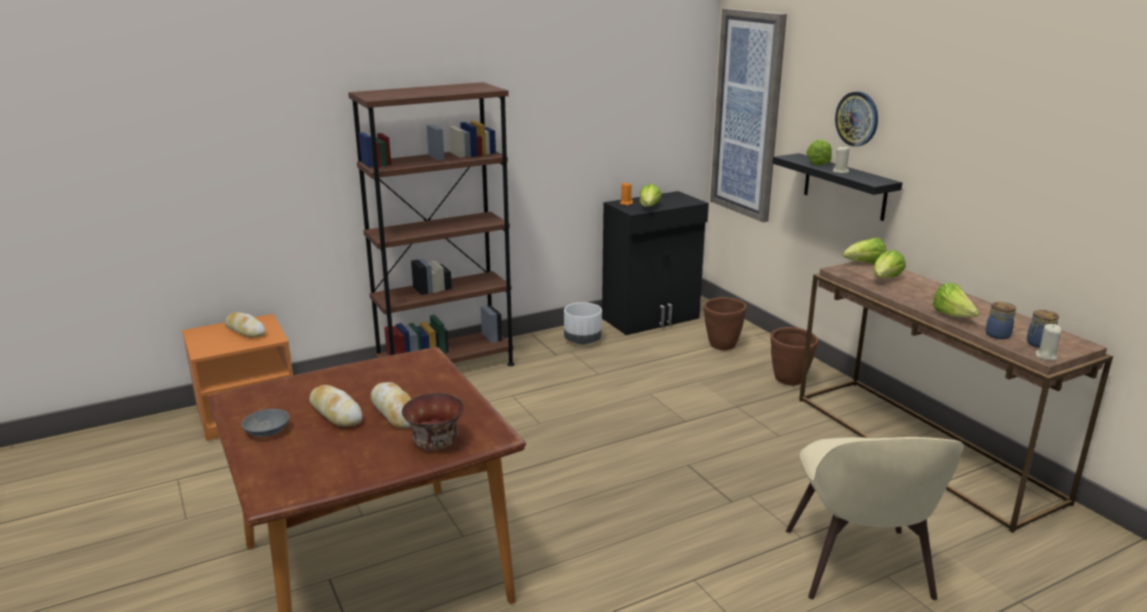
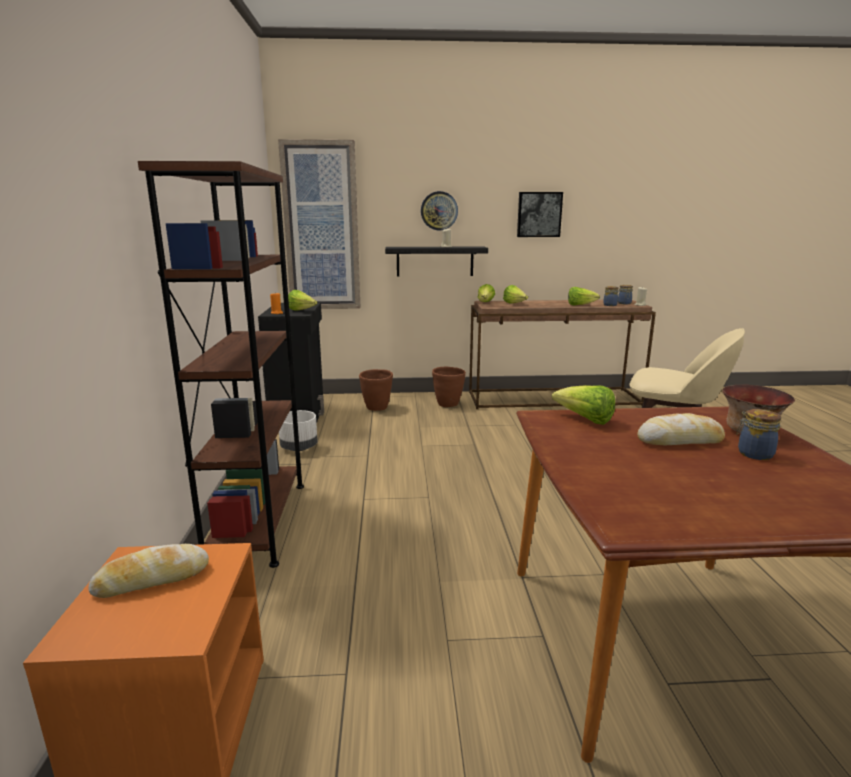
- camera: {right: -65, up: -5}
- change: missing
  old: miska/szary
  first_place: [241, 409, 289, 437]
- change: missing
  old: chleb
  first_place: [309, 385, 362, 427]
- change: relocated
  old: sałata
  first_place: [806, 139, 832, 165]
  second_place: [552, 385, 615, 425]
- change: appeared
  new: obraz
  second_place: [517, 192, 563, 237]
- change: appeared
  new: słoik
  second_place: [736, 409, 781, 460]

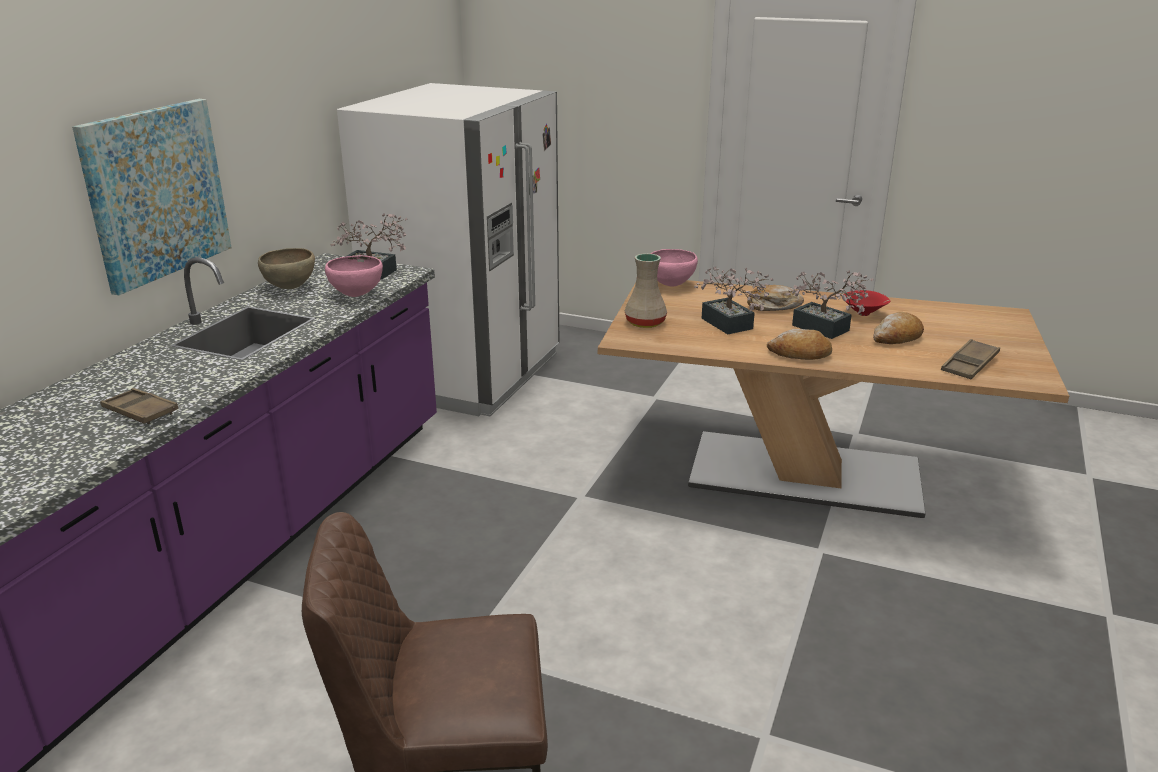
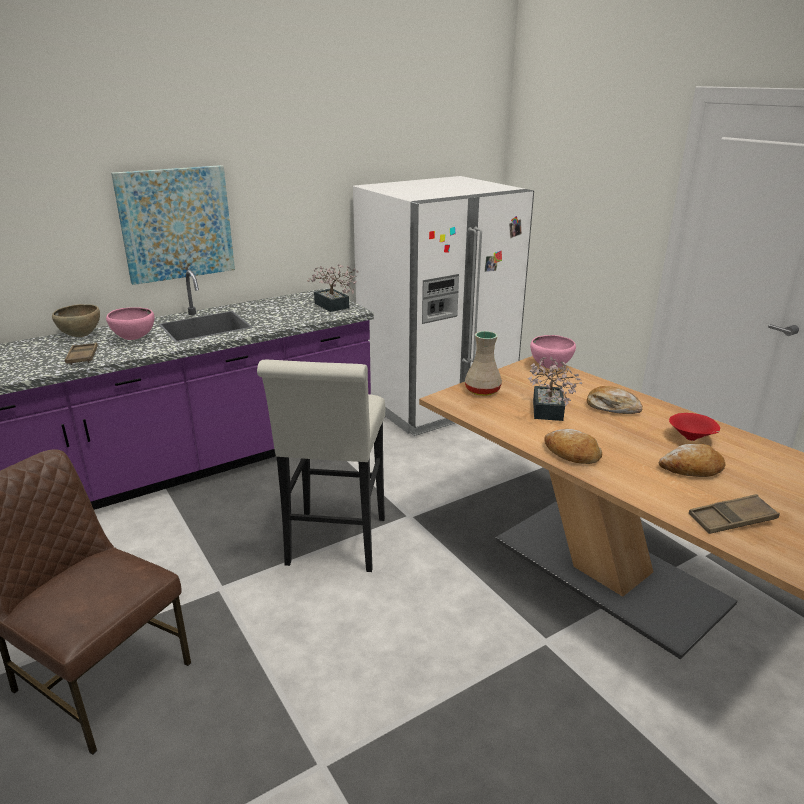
- camera: {right: 35, up: 0}
- change: relocated
  old: miska/brązowy
  first_place: [258, 248, 315, 289]
  second_place: [52, 304, 100, 337]
- change: relocated
  old: miska/różowy
  first_place: [325, 255, 383, 297]
  second_place: [106, 307, 155, 340]
- change: missing
  old: roślina doniczkowa
  first_place: [785, 270, 874, 339]
- change: appeared
  new: stołek/biały
  second_place: [257, 360, 385, 572]

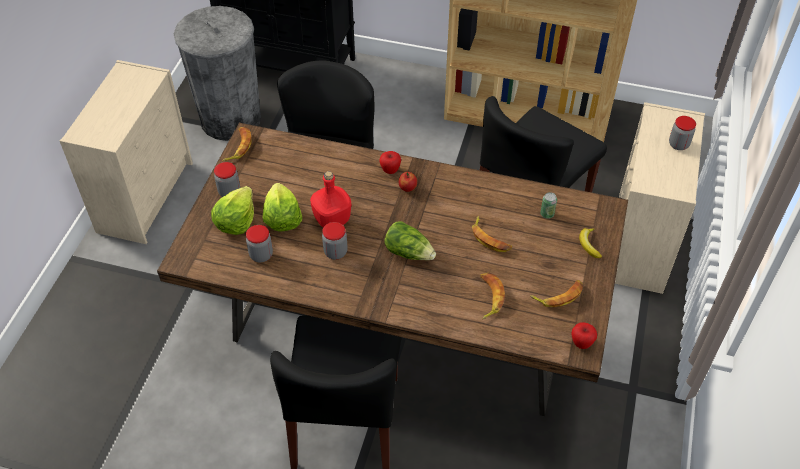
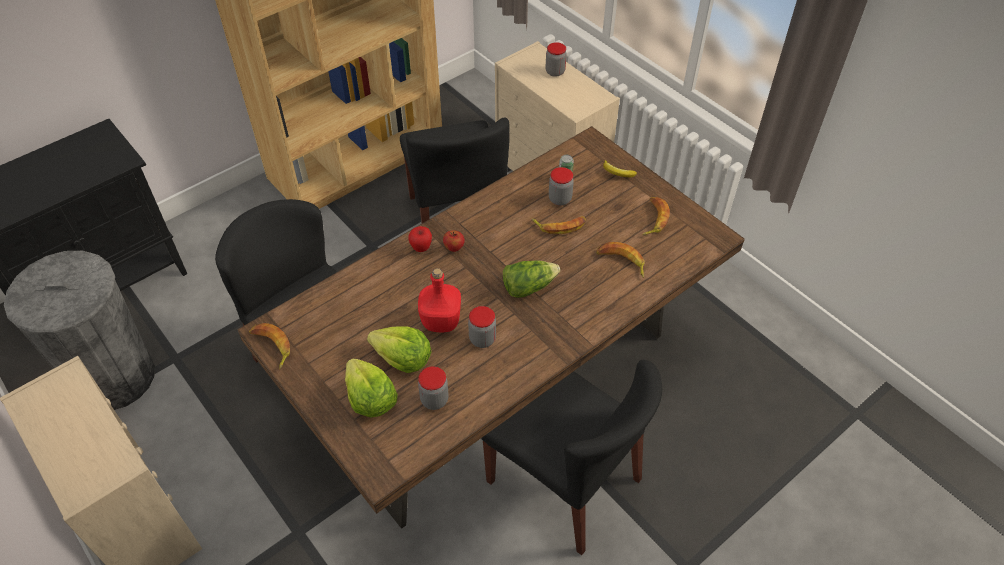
- camera: {right: -55, up: 0}
- change: relocated
  old: słoik
  first_place: [214, 162, 240, 197]
  second_place: [549, 167, 574, 206]
- change: missing
  old: jabłko
  first_place: [571, 322, 597, 349]

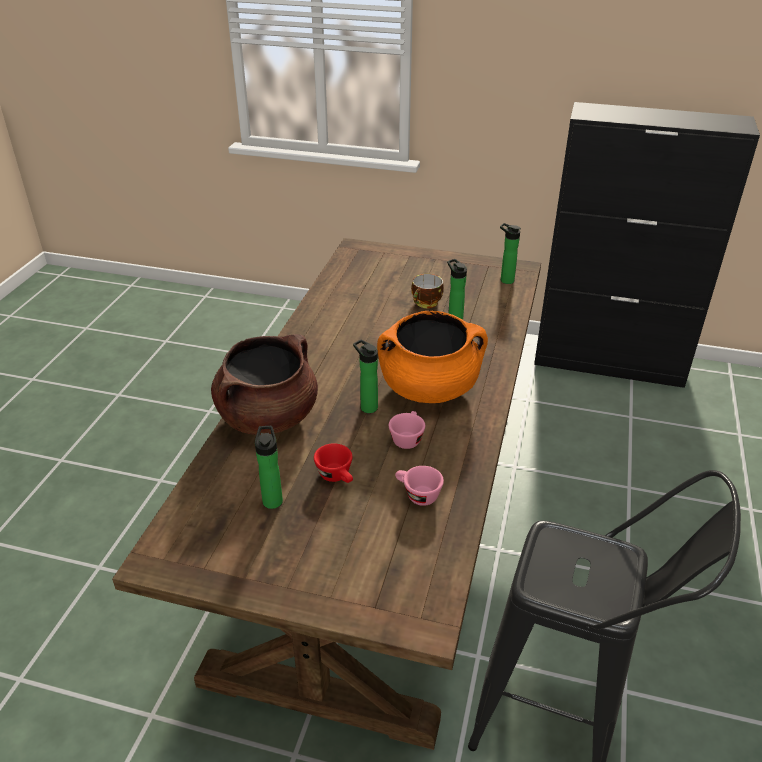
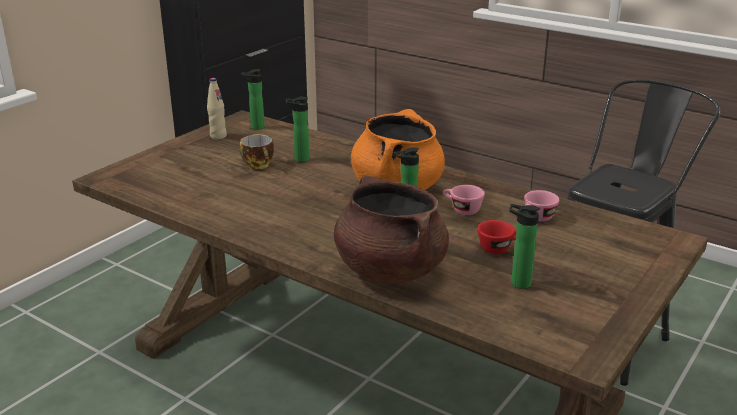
- camera: {right: -70, up: -10}
- change: appeared
  new: butelka/beżowy
  second_place: [207, 78, 227, 139]

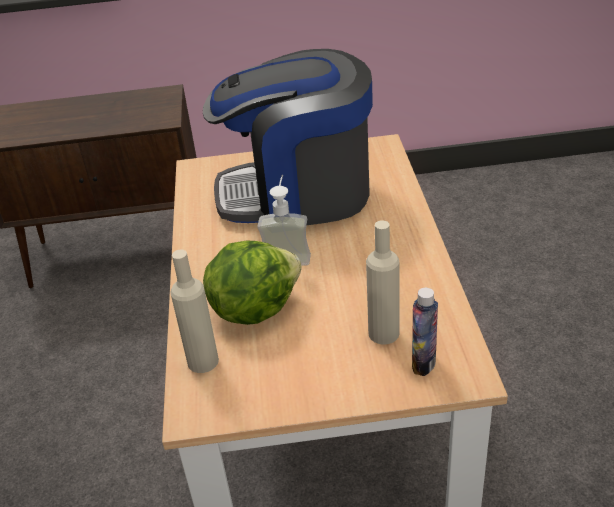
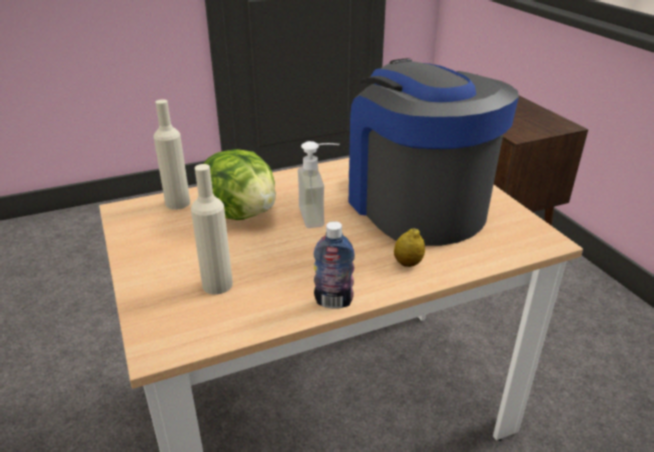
- camera: {right: 70, up: -5}
- change: relocated
  old: butelka
  first_place: [412, 288, 438, 376]
  second_place: [313, 221, 355, 309]
- change: appeared
  new: cytryna
  second_place: [394, 228, 425, 267]

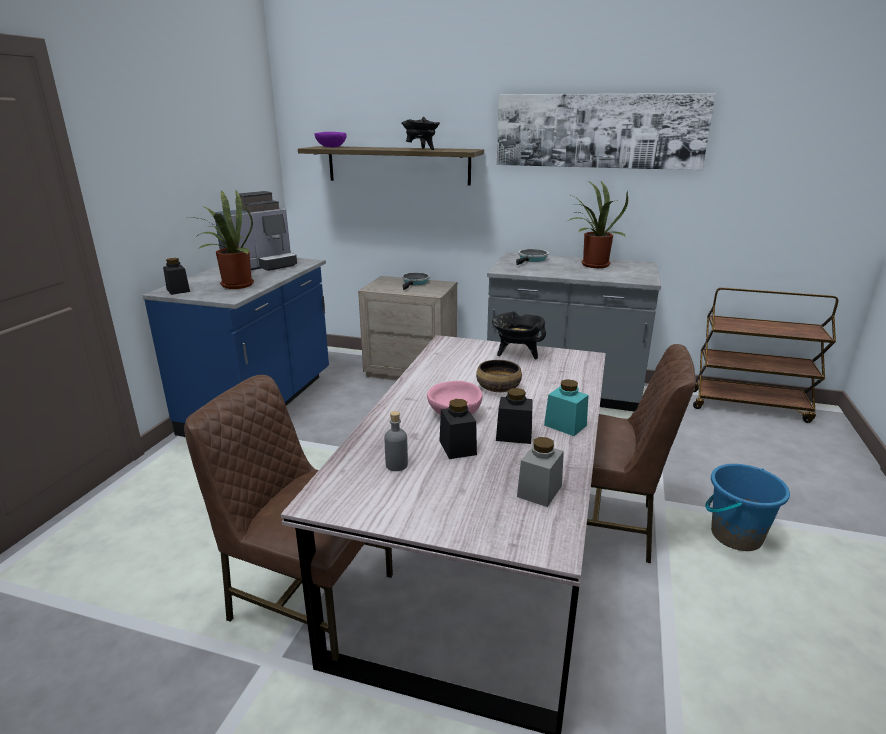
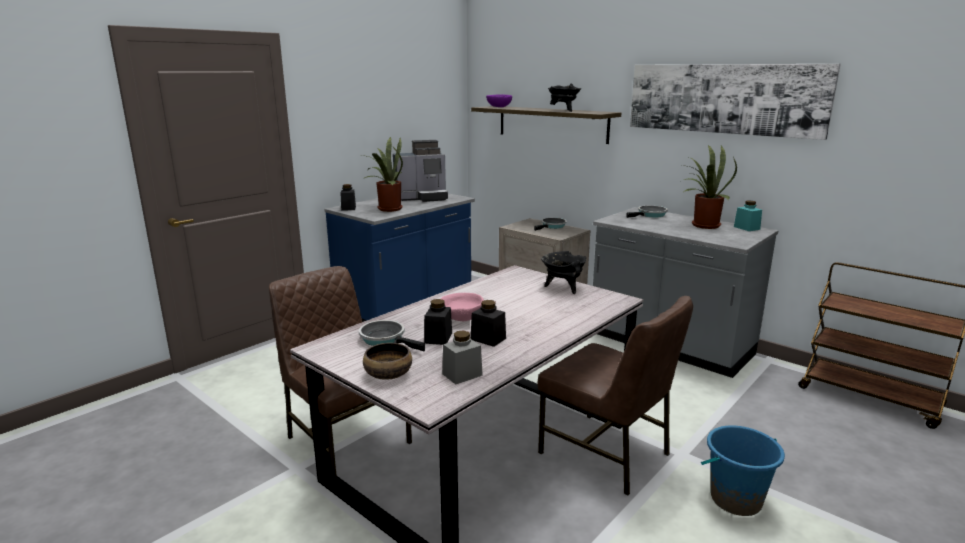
- camera: {right: 25, up: -5}
- change: exchanged
  old: butelka/szary
  new: patelnia
  first_place: [384, 411, 408, 471]
  second_place: [359, 320, 425, 351]
- change: relocated
  old: miska
  first_place: [476, 360, 522, 392]
  second_place: [363, 343, 412, 380]
- change: relocated
  old: słoik/turkusowy
  first_place: [544, 379, 589, 436]
  second_place: [734, 201, 762, 231]

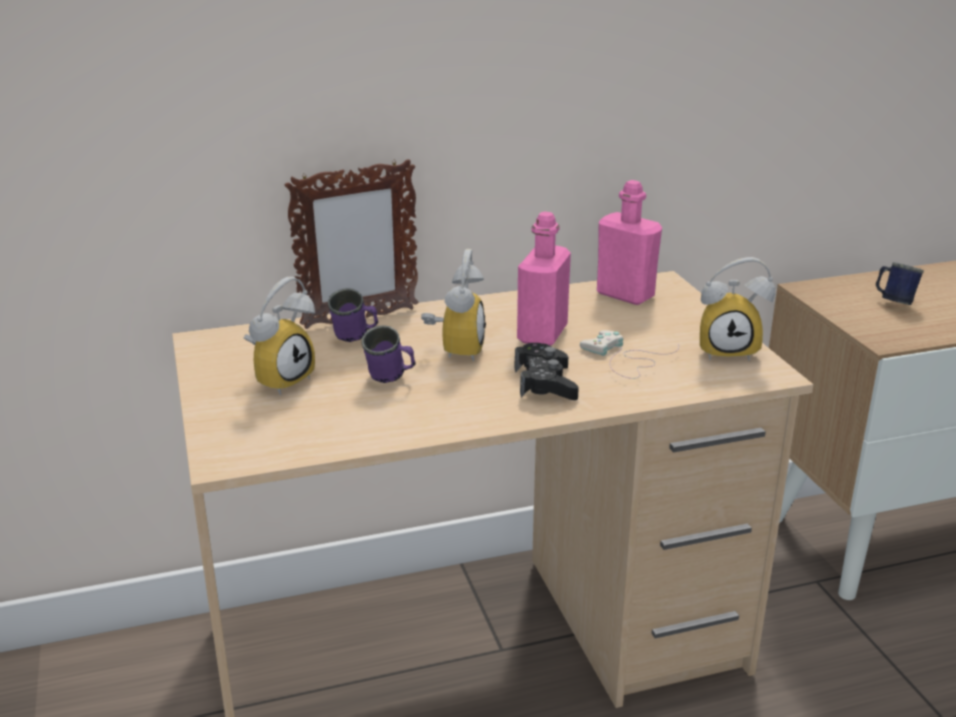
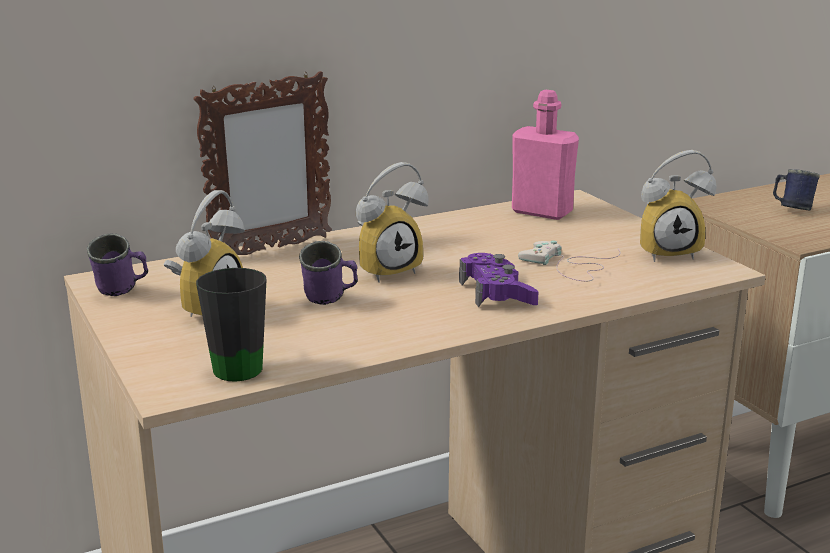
- camera: {right: -10, up: -5}
- change: relocated
  old: kubek/fioletowy
  first_place: [328, 288, 378, 342]
  second_place: [87, 234, 148, 296]
- change: spun
  old: budzik
  first_place: [421, 249, 486, 362]
  second_place: [356, 162, 429, 283]
  degrees: 60
- change: colour
  old: pad do gier/czarny
  new: pad do gier/fioletowy
  first_place: [515, 343, 579, 400]
  second_place: [459, 253, 538, 307]
- change: missing
  old: butelka/różowy
  first_place: [517, 211, 571, 346]
- change: appeared
  new: kubek/czarny
  second_place: [196, 268, 266, 382]

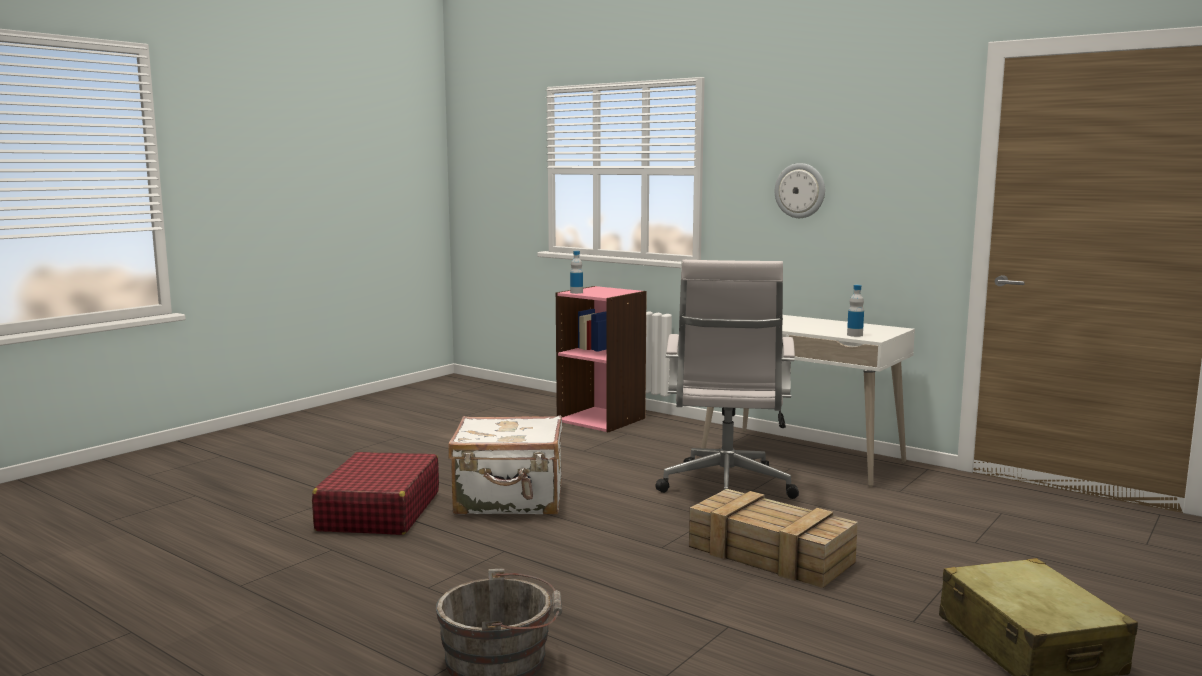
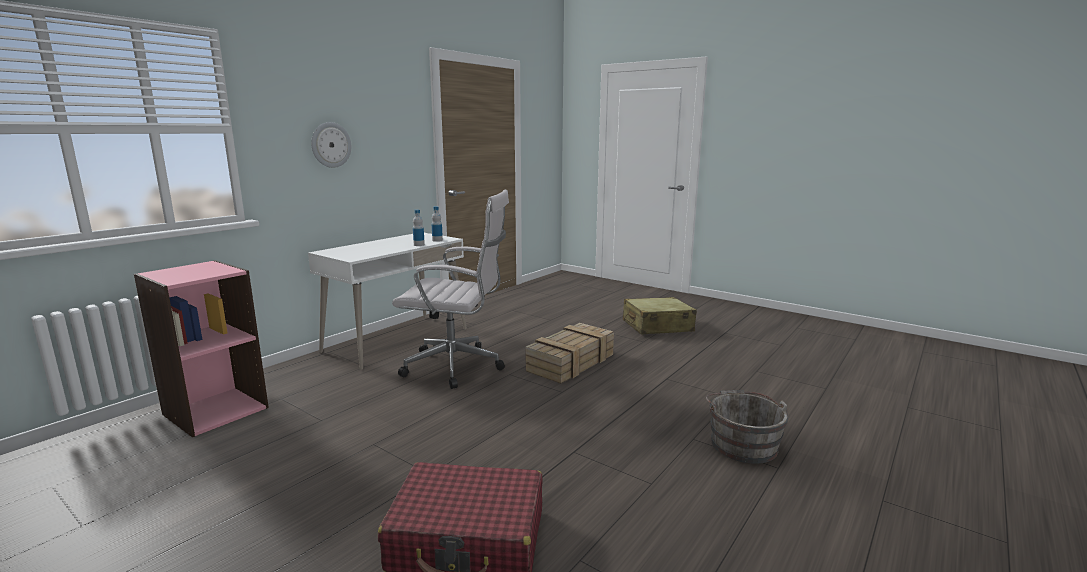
- camera: {right: -90, up: 5}
- change: missing
  old: walizka/biały
  first_place: [448, 415, 562, 515]
- change: relocated
  old: butelka
  first_place: [570, 251, 583, 294]
  second_place: [413, 210, 425, 246]

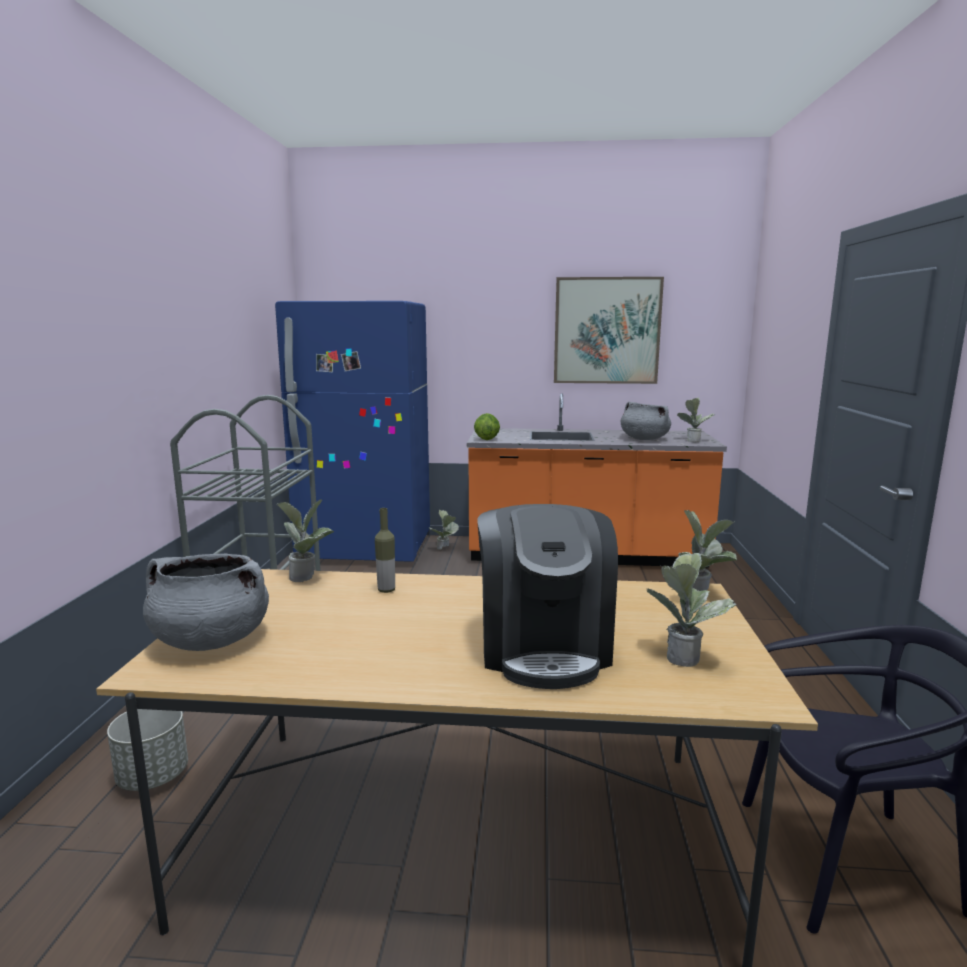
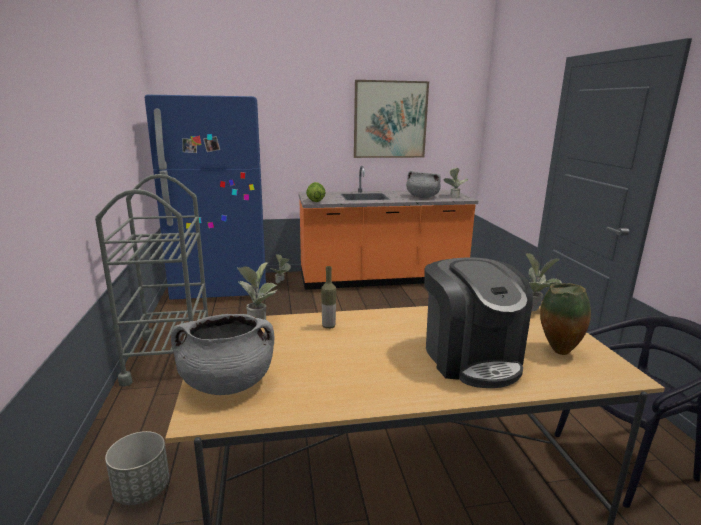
- camera: {right: -15, up: 5}
- change: exchanged
  old: roślina doniczkowa
  new: wazon
  first_place: [647, 553, 736, 667]
  second_place: [540, 283, 591, 355]

